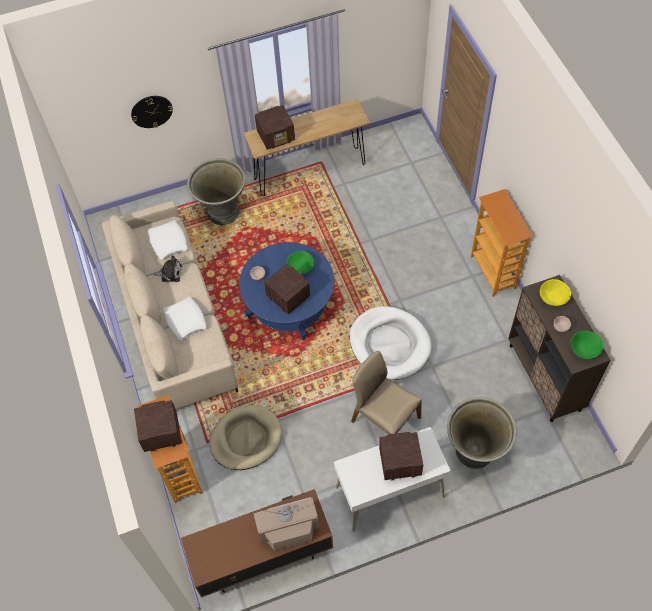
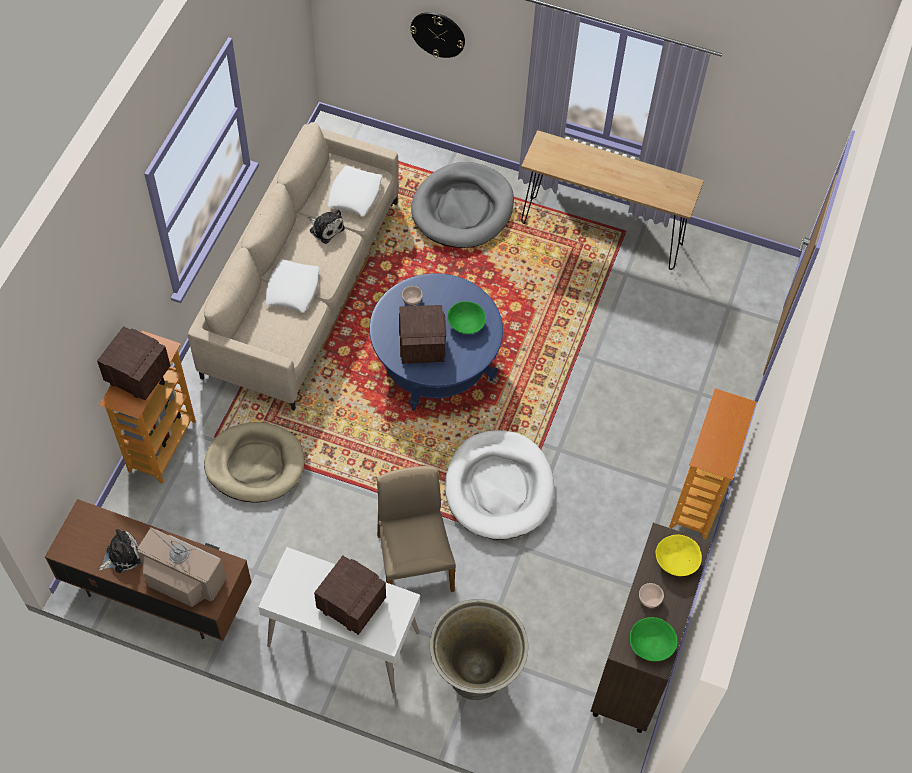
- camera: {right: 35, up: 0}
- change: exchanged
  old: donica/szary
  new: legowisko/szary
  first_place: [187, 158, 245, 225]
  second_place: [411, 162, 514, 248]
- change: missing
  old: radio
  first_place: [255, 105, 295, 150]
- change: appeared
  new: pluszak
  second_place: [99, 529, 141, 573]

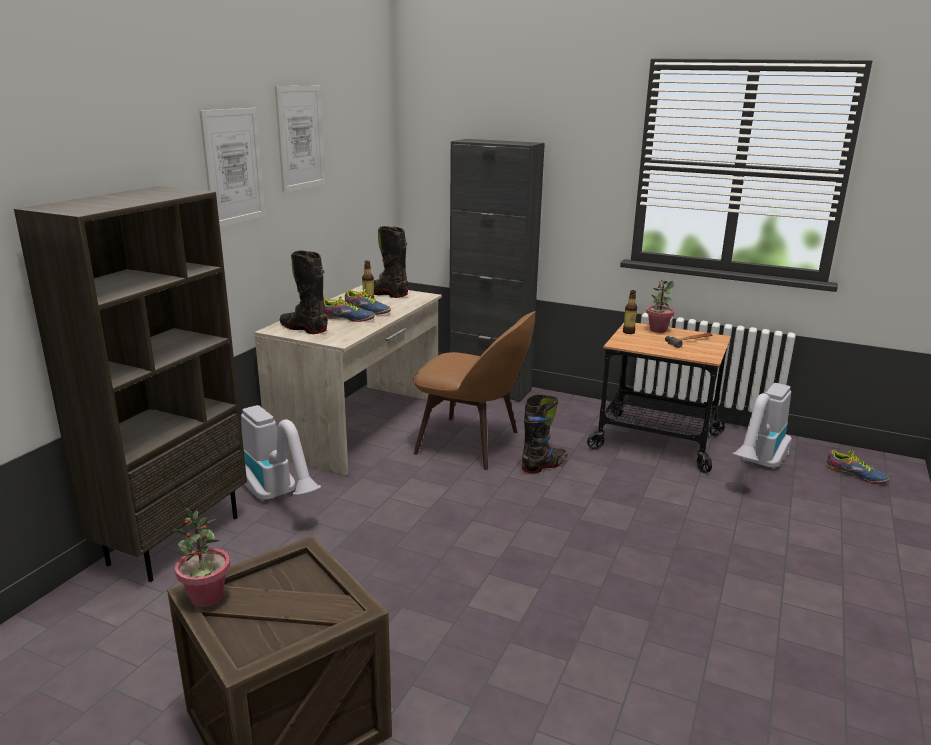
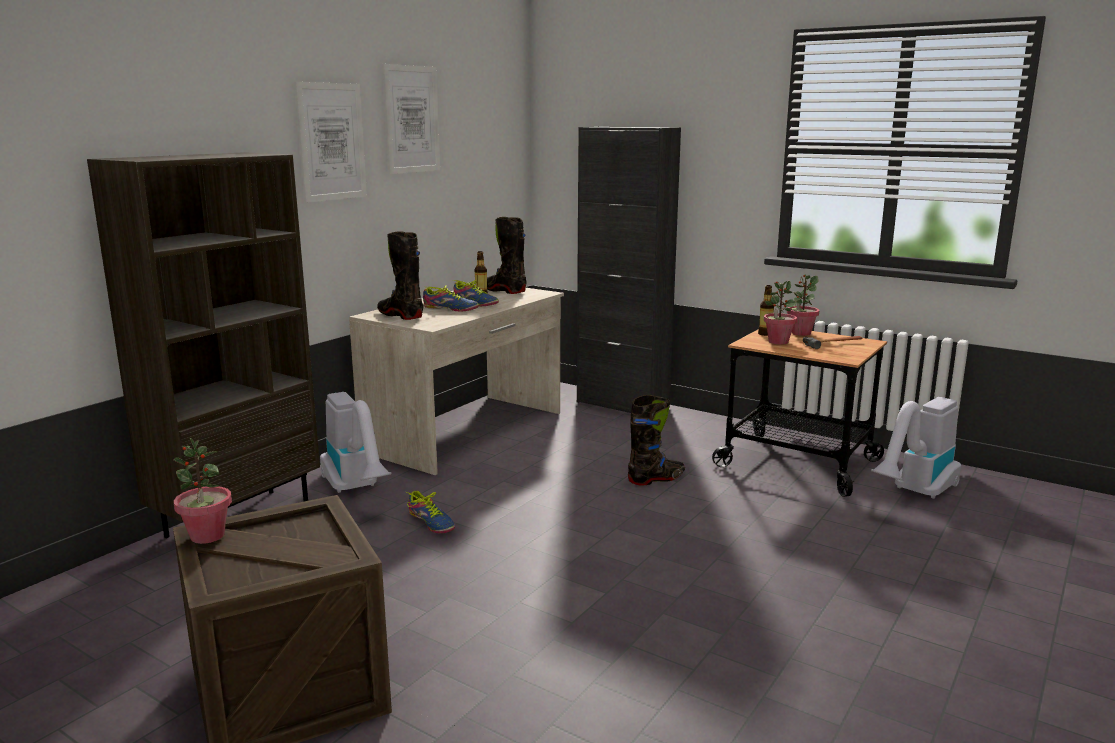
- camera: {right: 10, up: -5}
- change: missing
  old: krzesło/brązowy
  first_place: [413, 311, 535, 470]
- change: relocated
  old: but
  first_place: [827, 450, 889, 484]
  second_place: [407, 491, 455, 533]
- change: appeared
  new: roślina doniczkowa
  second_place: [764, 281, 797, 344]

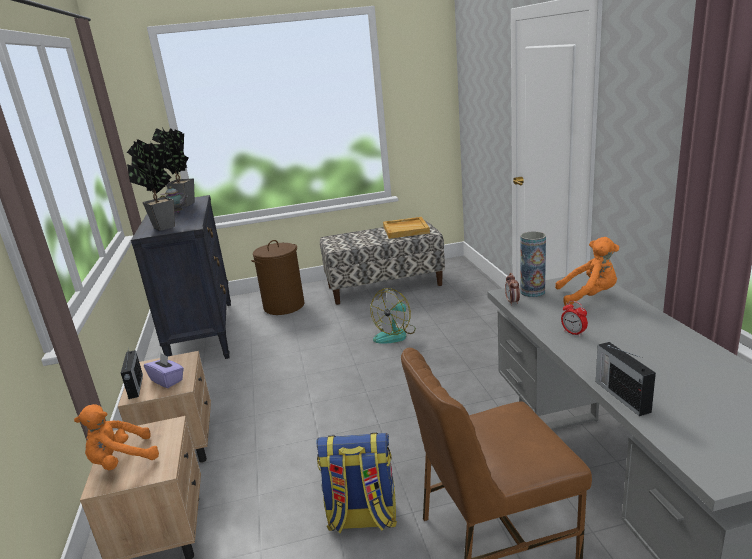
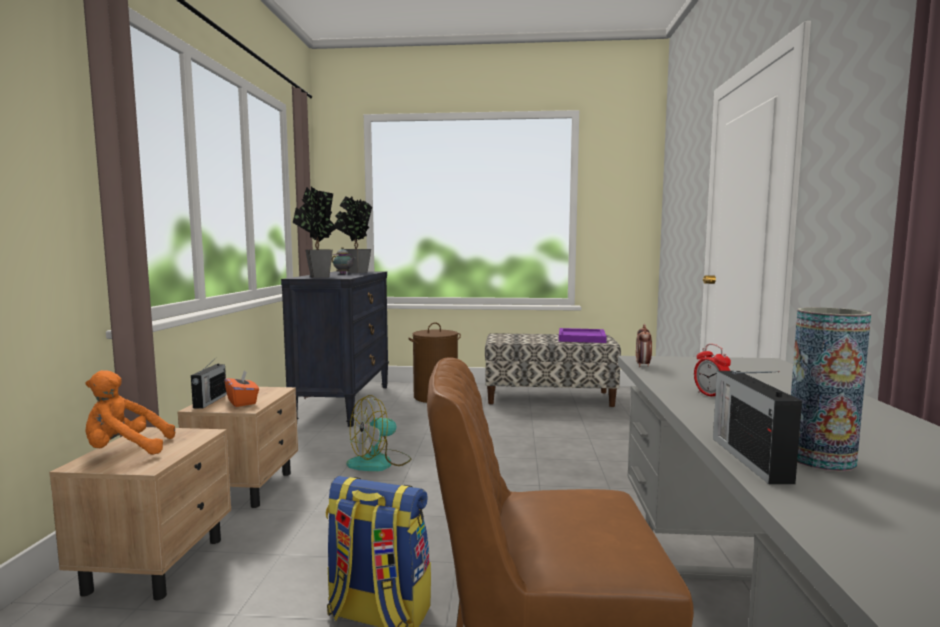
- camera: {right: 15, up: -15}
- change: colour
  old: pudełko chusteczek/fioletowy
  new: pudełko chusteczek/pomarańczowy
  first_place: [144, 353, 184, 388]
  second_place: [224, 370, 259, 407]
- change: relocated
  old: wentylator
  first_place: [370, 288, 416, 344]
  second_place: [347, 395, 411, 471]
- change: colour
  old: taca/beżowy
  new: taca/fioletowy
  first_place: [383, 217, 430, 239]
  second_place: [559, 328, 607, 343]
- change: relocated
  old: wazon
  first_place: [520, 232, 546, 297]
  second_place: [791, 307, 871, 472]
- change: missing
  old: pluszak/pomarańczowy
  first_place: [555, 237, 619, 306]

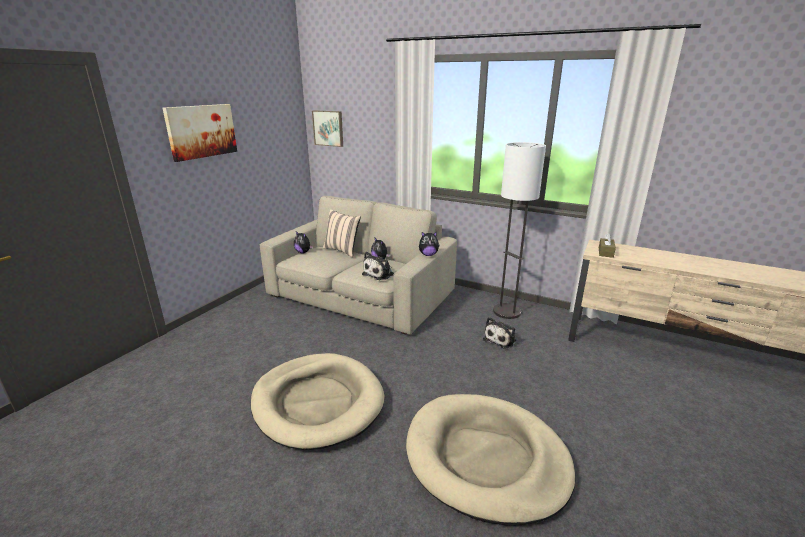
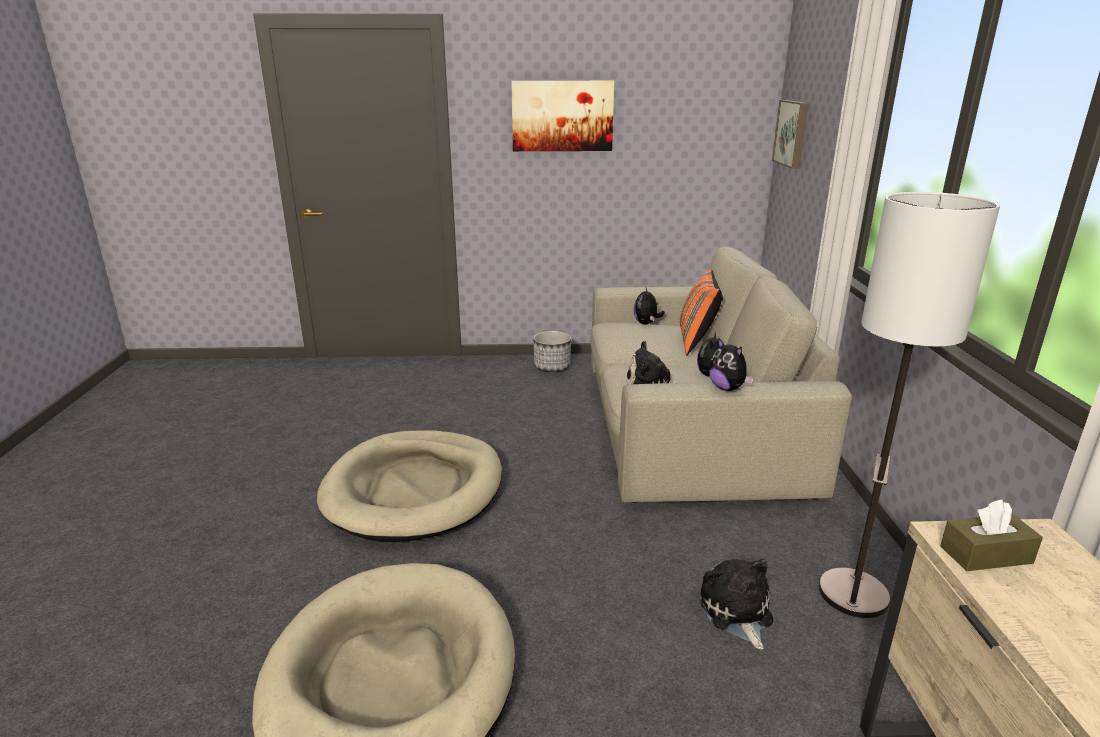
- camera: {right: 60, up: 0}
- change: colour
  old: poduszka/beżowy
  new: poduszka/pomarańczowy
  first_place: [323, 209, 361, 257]
  second_place: [680, 269, 723, 355]
- change: spun
  old: pluszak
  first_place: [483, 317, 516, 349]
  second_place: [699, 559, 773, 650]
  degrees: 75
- change: appeared
  new: donica
  second_place: [533, 331, 571, 372]

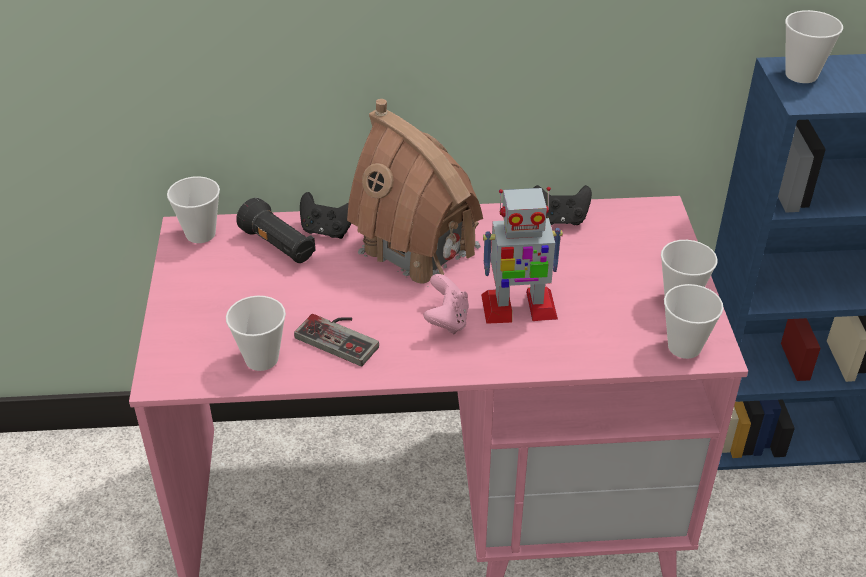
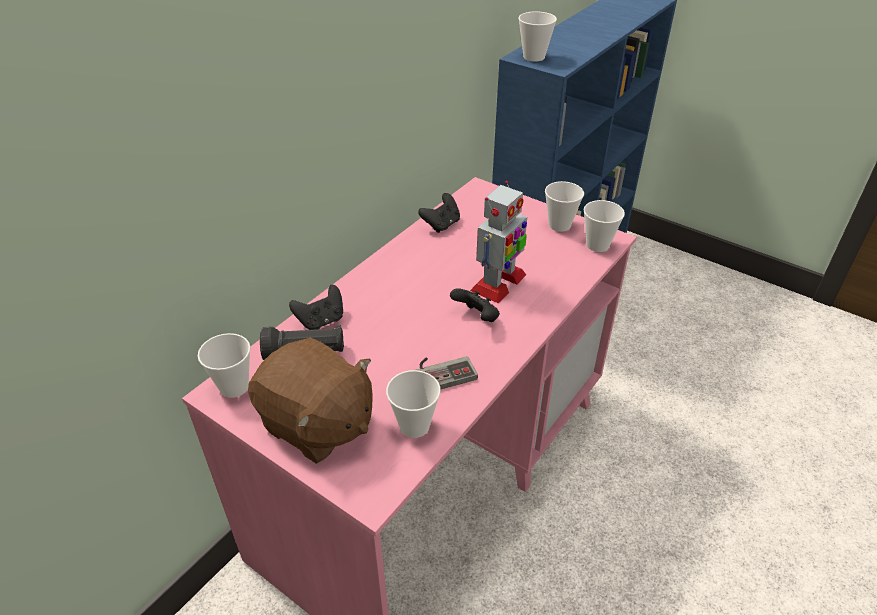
- camera: {right: -50, up: 0}
- change: missing
  old: domek
  first_place: [347, 99, 483, 287]
- change: colour
  old: pad do gier/różowy
  new: pad do gier/czarny
  first_place: [423, 274, 469, 334]
  second_place: [450, 288, 500, 322]
- change: appeared
  new: pluszak/brązowy
  second_place: [248, 338, 373, 464]

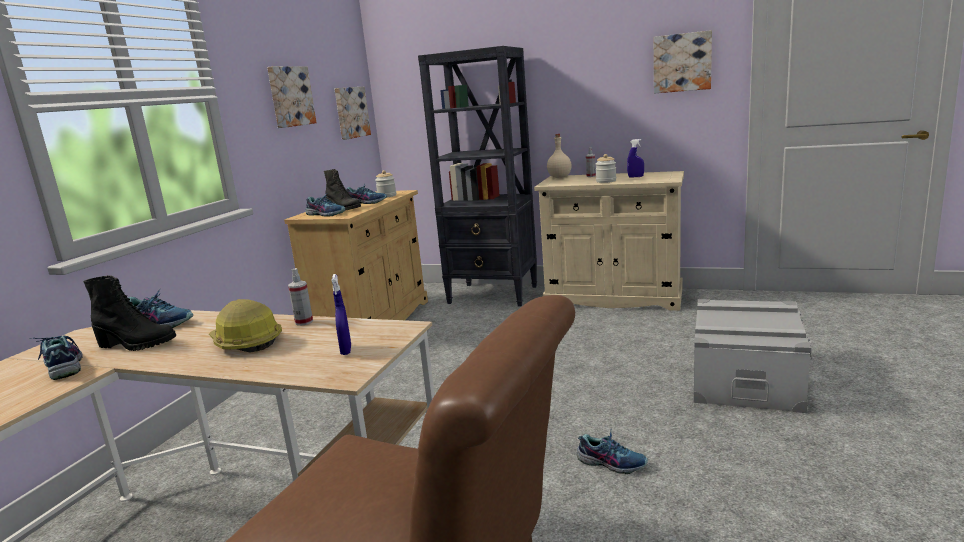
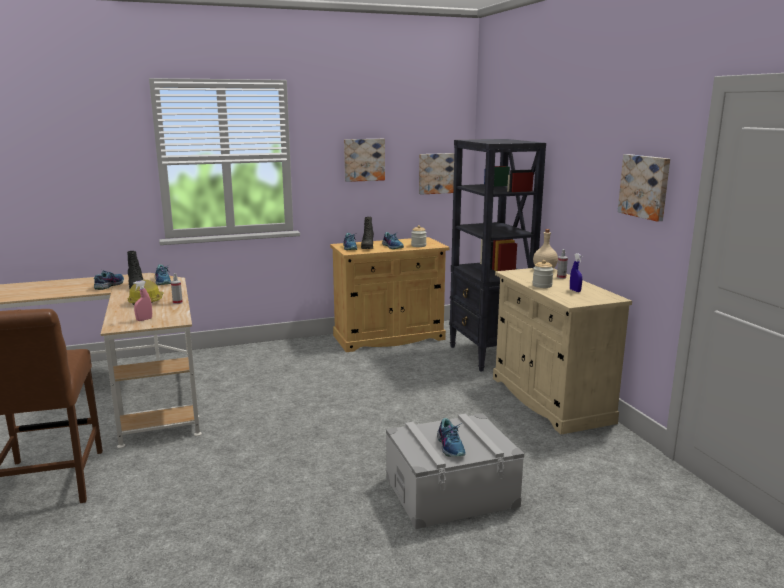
- camera: {right: 50, up: 0}
- change: colour
  old: spryskiwacz/niebieski
  new: spryskiwacz/różowy
  first_place: [332, 274, 351, 355]
  second_place: [133, 280, 152, 321]
- change: relocated
  old: but
  first_place: [577, 431, 648, 474]
  second_place: [437, 418, 466, 457]

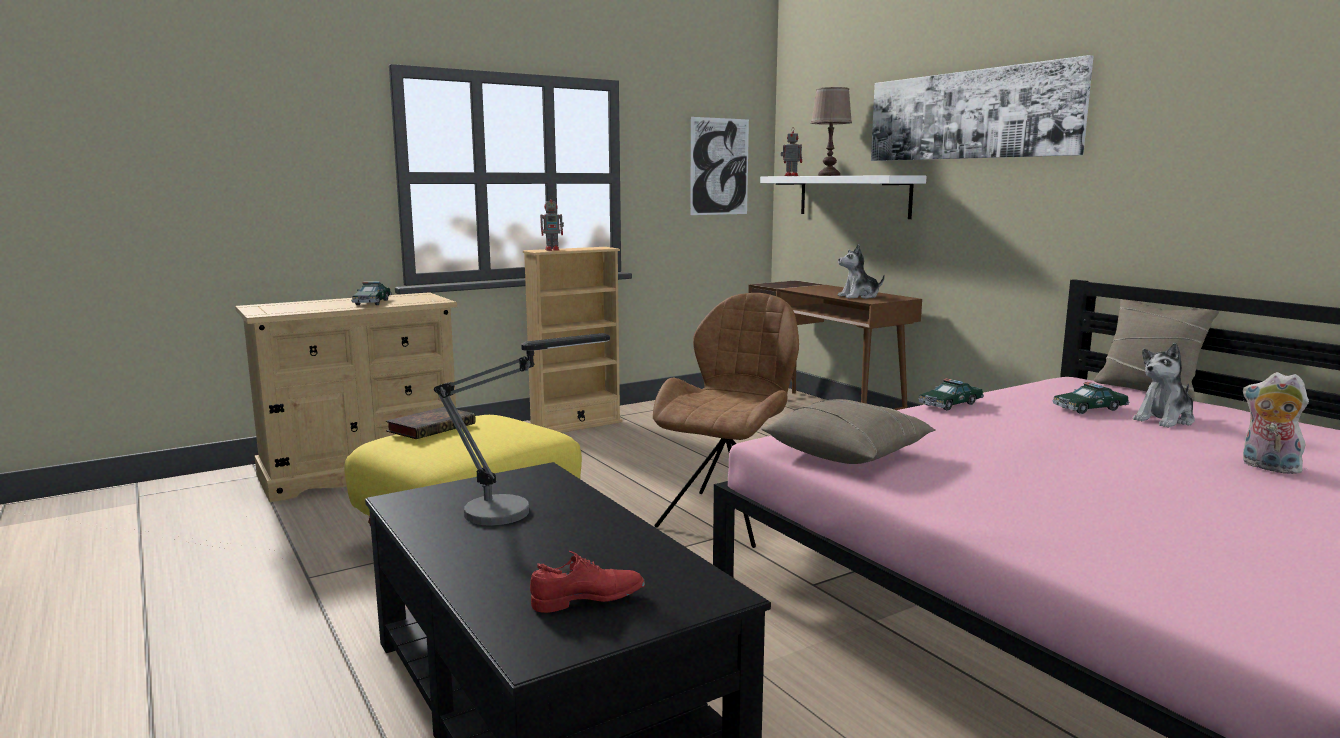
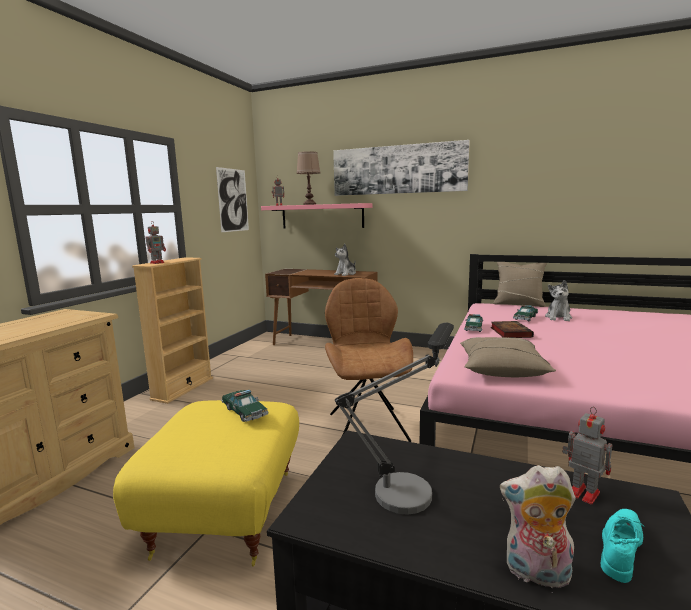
- camera: {right: -35, up: 0}
- change: relocated
  old: samochodzik
  first_place: [351, 281, 392, 305]
  second_place: [221, 390, 269, 422]
- change: relocated
  old: książka
  first_place: [386, 407, 476, 439]
  second_place: [491, 321, 534, 338]
- change: colour
  old: but/czerwony
  new: but/turkusowy
  first_place: [530, 551, 645, 613]
  second_place: [601, 509, 646, 583]
- change: colour
  old: półka/biały
  new: półka/różowy
  first_place: [760, 175, 927, 219]
  second_place: [261, 203, 372, 229]
- change: relocated
  old: pluszak
  first_place: [1243, 372, 1309, 474]
  second_place: [500, 465, 576, 588]
- change: appeared
  new: robot zabawkowy
  second_place: [562, 407, 612, 505]

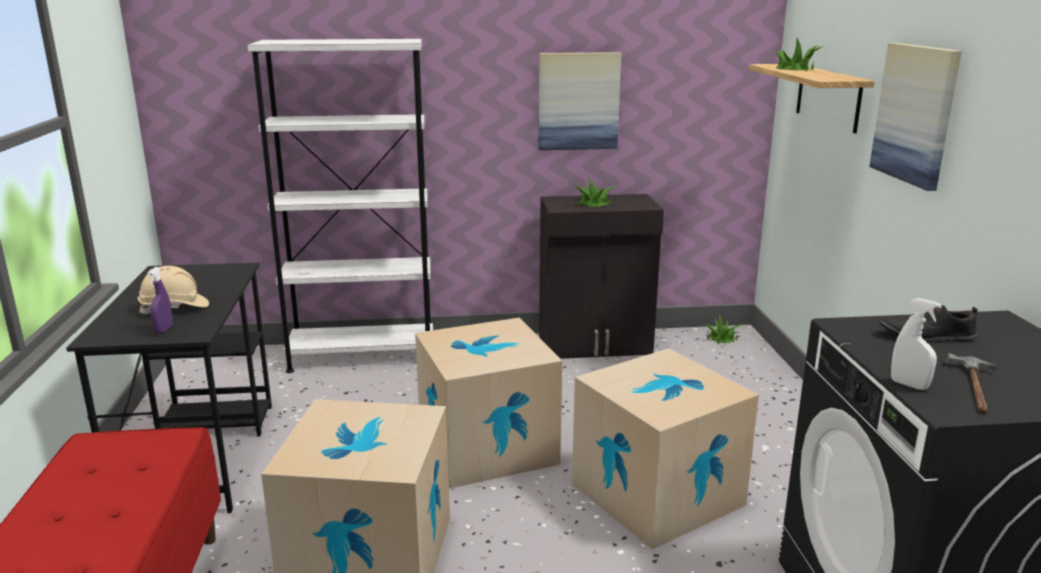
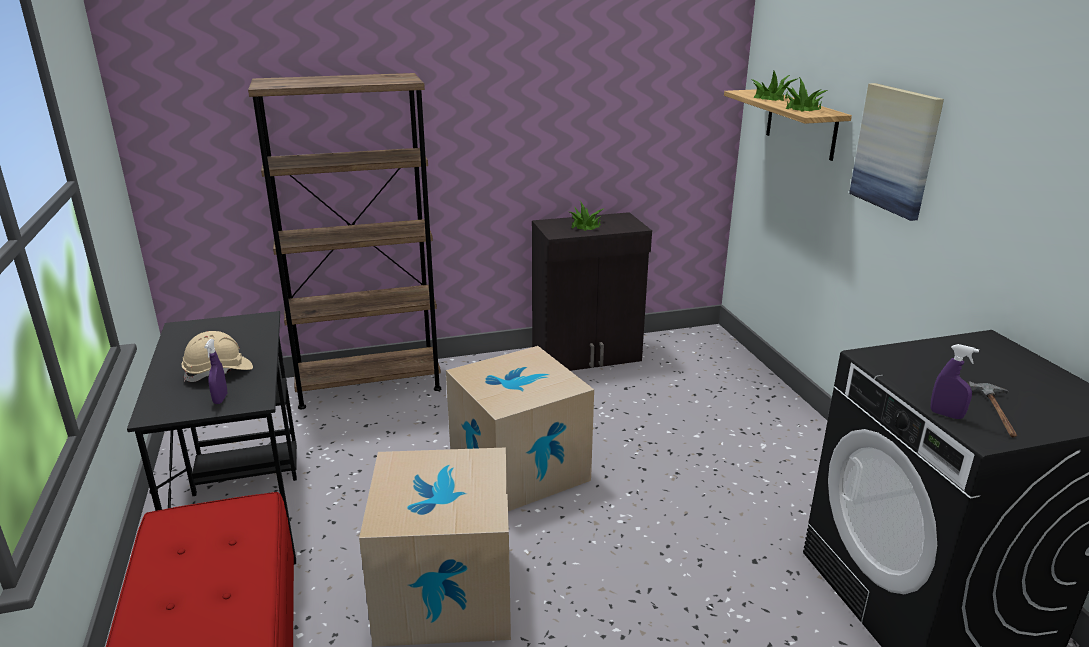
- camera: {right: -10, up: 5}
- change: colour
  old: regał/biały
  new: regał/brązowy
  first_place: [248, 39, 433, 373]
  second_place: [248, 73, 441, 409]
- change: missing
  old: obraz
  first_place: [539, 52, 621, 150]
- change: missing
  old: karton
  first_place: [572, 348, 759, 549]
- change: relocated
  old: roślina doniczkowa
  first_place: [704, 315, 744, 344]
  second_place: [786, 77, 828, 111]
- change: missing
  old: but/czarny
  first_place: [879, 305, 977, 341]
- change: colour
  old: spryskiwacz/biały
  new: spryskiwacz/fioletowy
  first_place: [891, 298, 942, 390]
  second_place: [931, 344, 979, 419]

